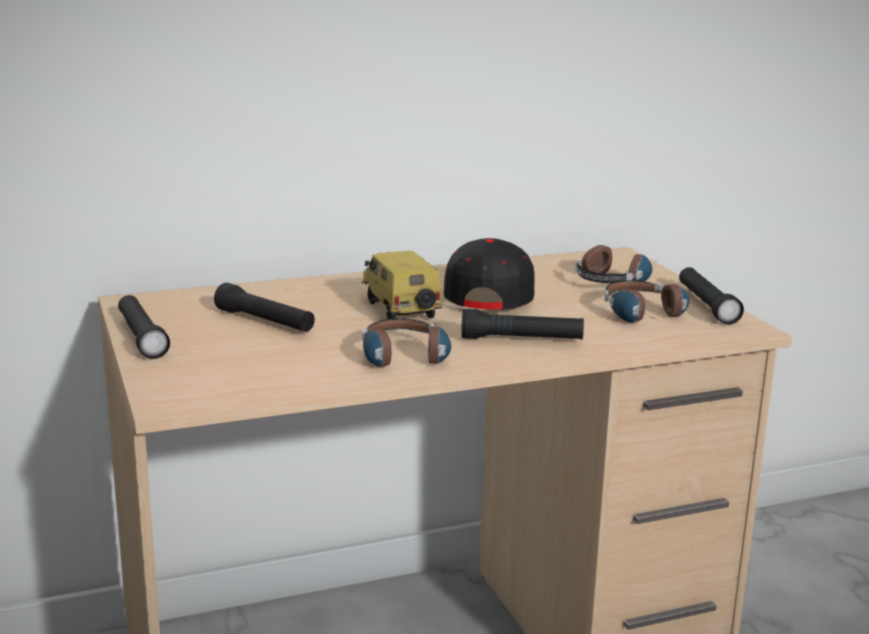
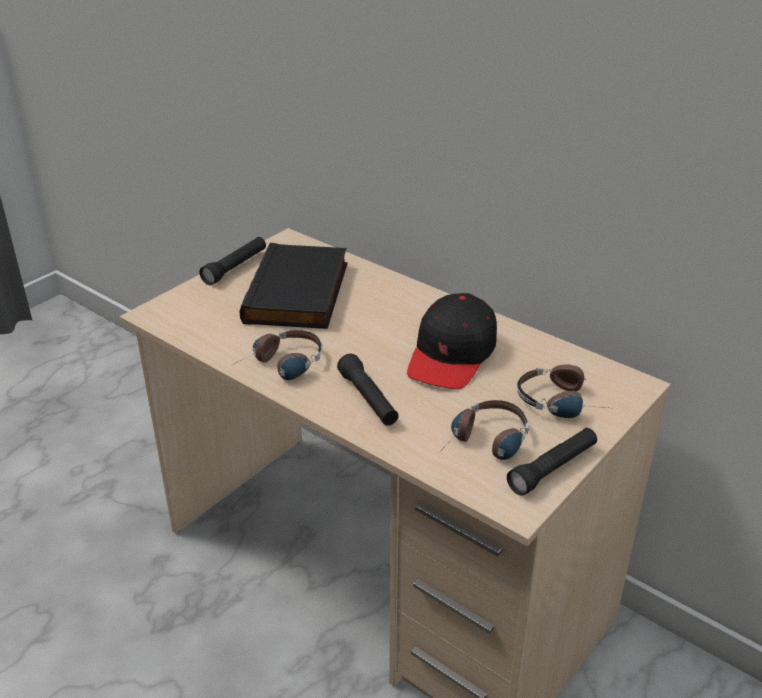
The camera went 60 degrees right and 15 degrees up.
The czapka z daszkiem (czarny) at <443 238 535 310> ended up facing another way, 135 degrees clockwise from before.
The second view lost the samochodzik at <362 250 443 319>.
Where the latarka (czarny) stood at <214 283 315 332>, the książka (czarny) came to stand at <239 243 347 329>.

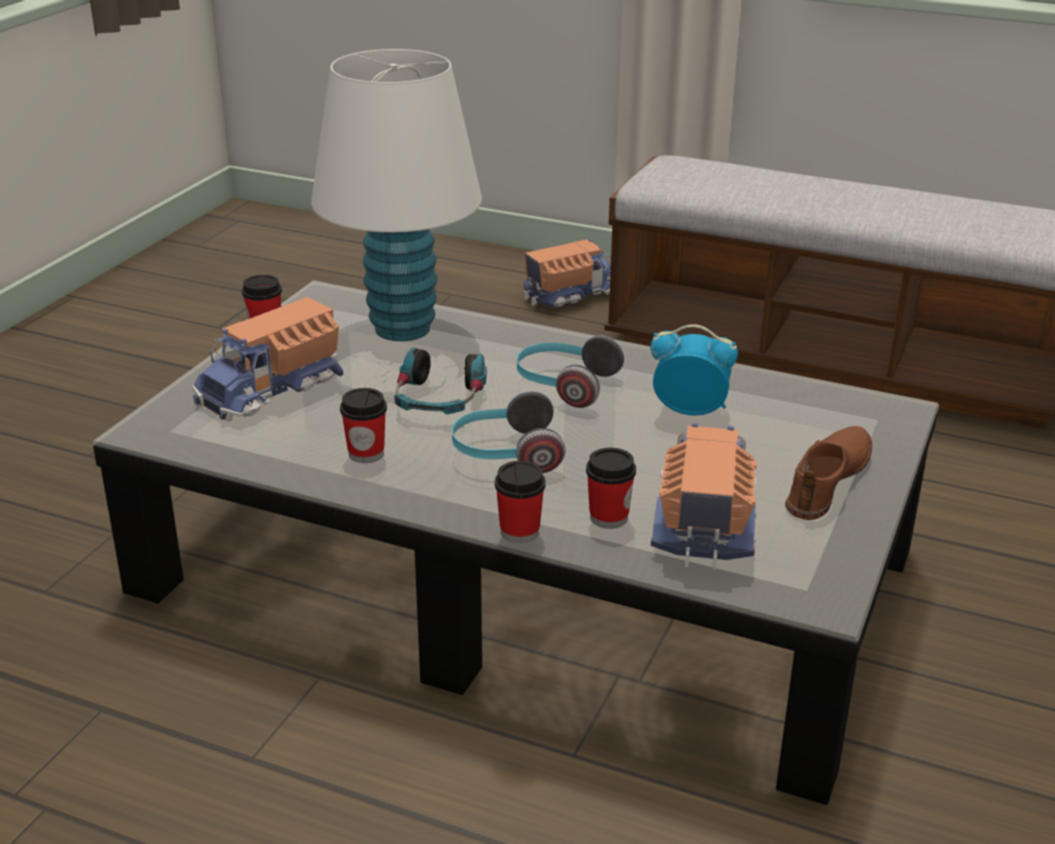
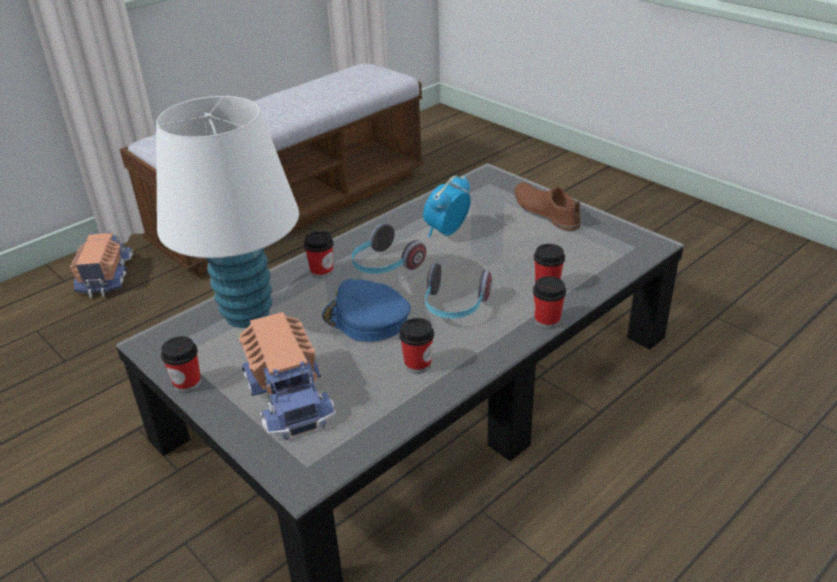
The camera went 65 degrees left and 5 degrees up.
Where the słuchawki stood at <394 348 487 414>, the czapka z daszkiem (niebieski) came to stand at <322 279 411 342>.
The second view lost the ciężarówka zabawkowa at <651 423 757 570>.
The second view gained the filiżanka at <304 231 334 279>.

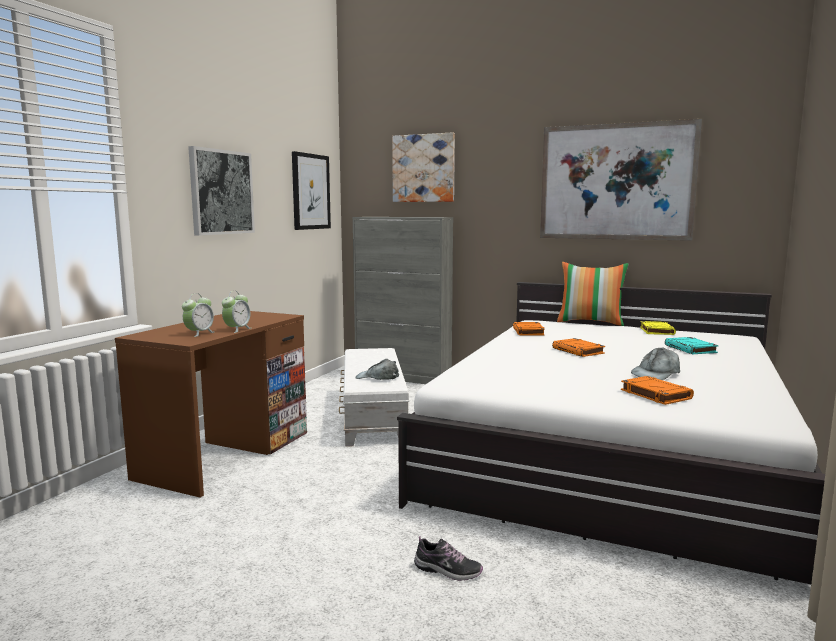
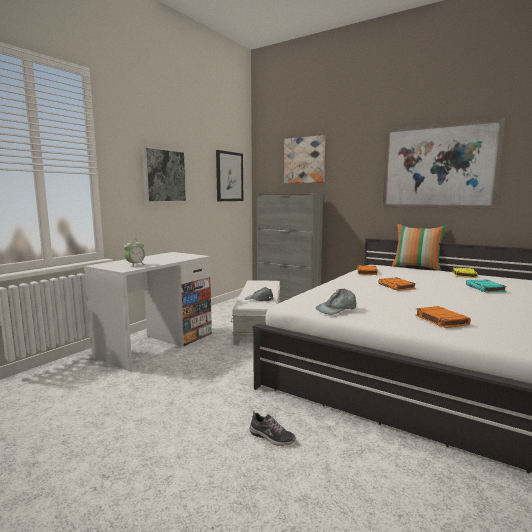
The camera went 10 degrees right and 0 degrees up.
The second view lost the budzik at <222 291 251 333>.
What was the biurko (brązowy) at <115 311 307 497> turned into the biurko (biały) at <84 252 212 371>.
The czapka z daszkiem (szary) ended up elsewhere, having gone from <631 348 680 380> to <316 289 356 315>.

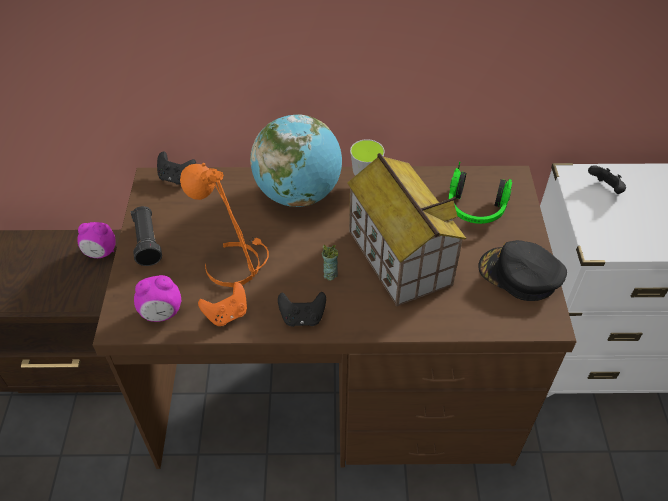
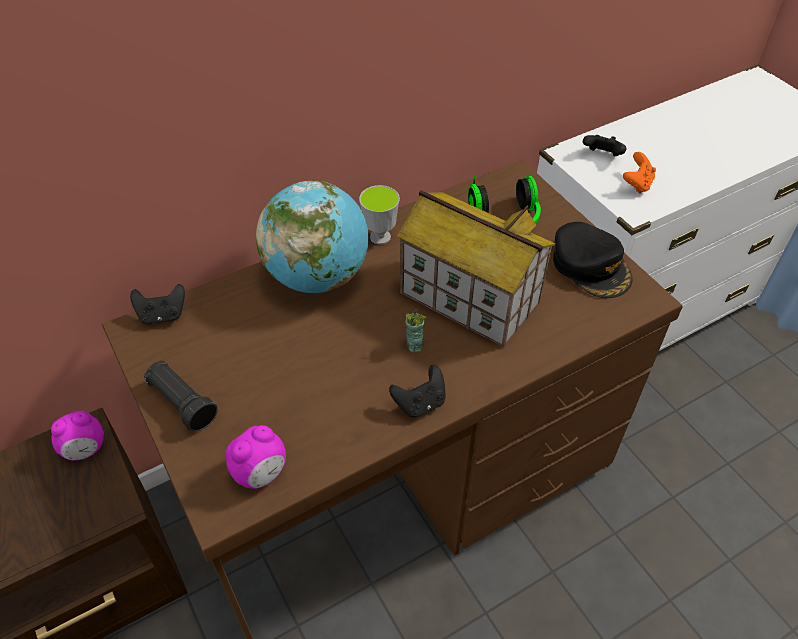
The camera went 30 degrees left and 0 degrees up.
The second view lost the lampa stołowa (pomarańczowy) at <180 163 269 287>.
The czapka z daszkiem (czarny) at <478 240 567 301> ended up facing another way, 120 degrees counterclockwise from before.
The pad do gier (pomarańczowy) ended up elsewhere, having gone from <198 282 247 326> to <623 152 656 194>.

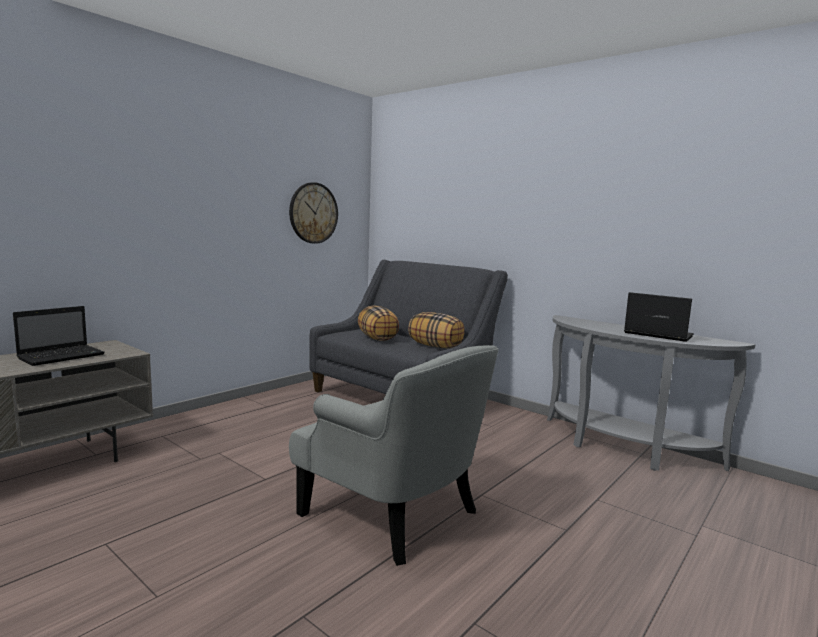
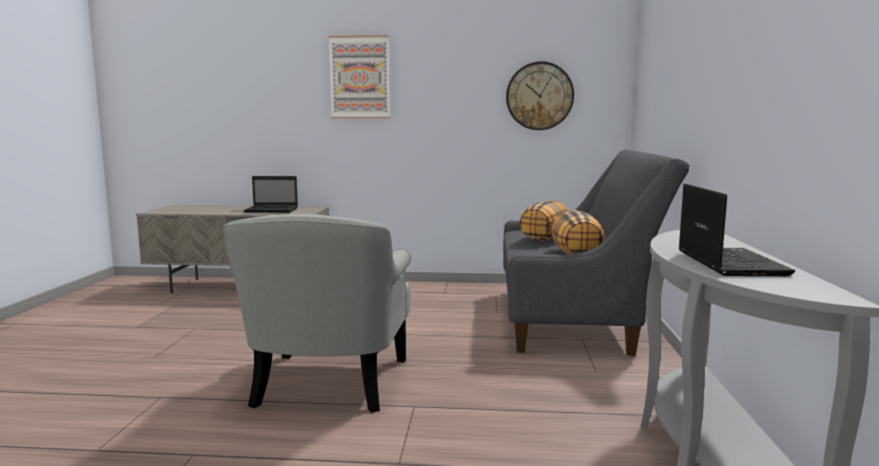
The camera went 55 degrees right and 0 degrees up.
The second view gained the obraz at <329 35 390 119>.

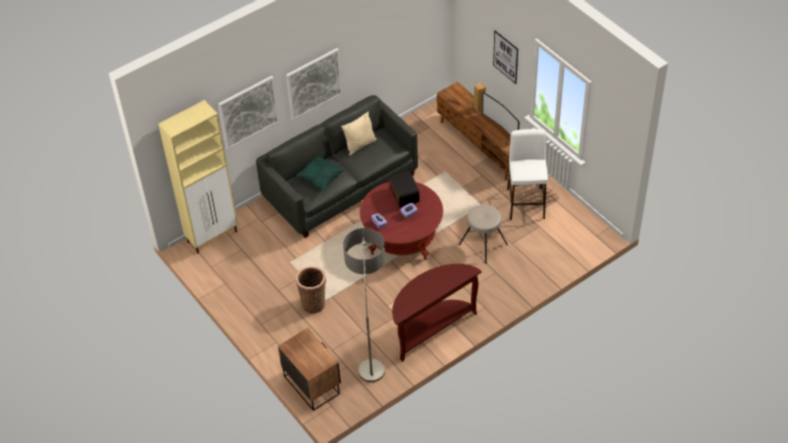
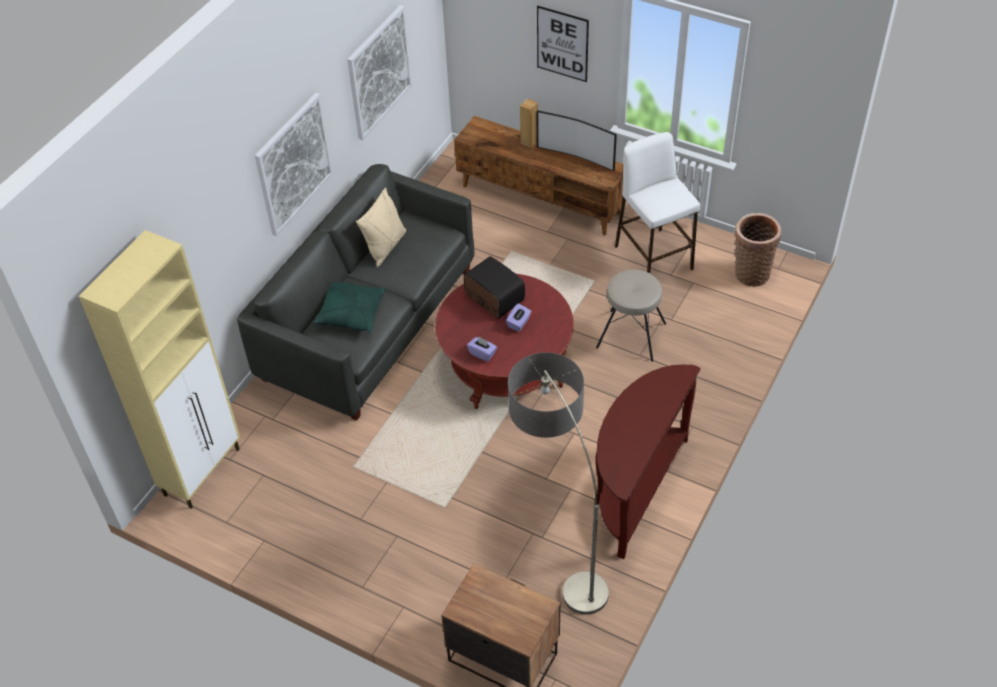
The camera went 25 degrees left and 0 degrees up.
The obraz ended up elsewhere, having gone from <218 76 280 150> to <347 5 412 140>.
The koszyk ended up elsewhere, having gone from <296 266 326 314> to <735 213 781 287>.

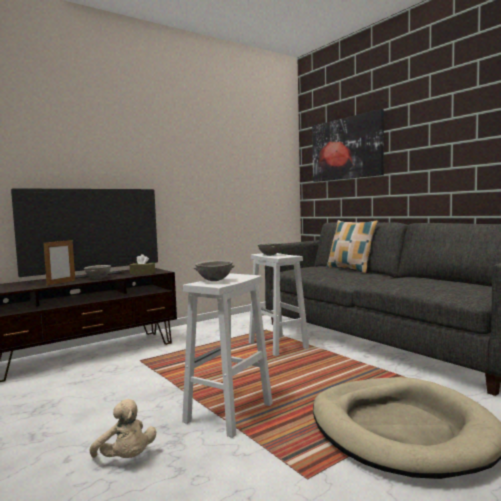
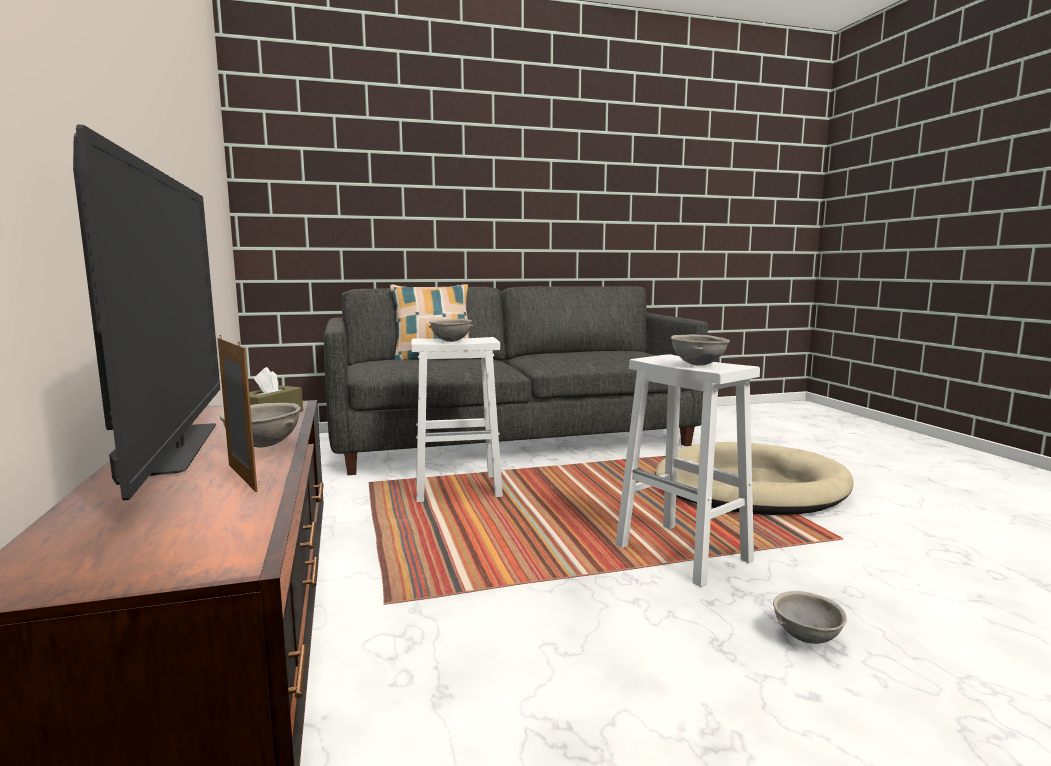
The camera went 70 degrees left and 5 degrees up.
The second view lost the obraz at <312 109 384 182>.
Where the pluszak (beżowy) stood at <90 399 156 458>, the miska (szary) came to stand at <773 591 847 644>.

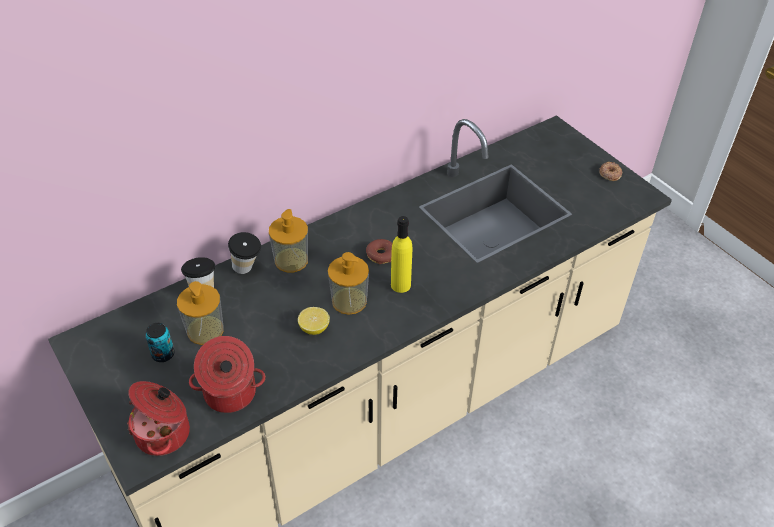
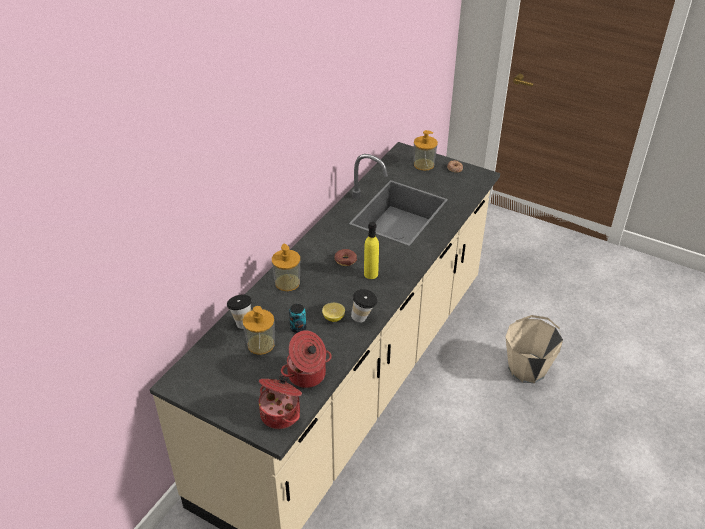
The camera went 25 degrees left and 5 degrees down.
The filiżanka ended up elsewhere, having gone from <228 232 261 274> to <351 289 377 323>.
The dozownik mydła ended up elsewhere, having gone from <328 252 369 315> to <414 130 438 171>.
The puszka ended up elsewhere, having gone from <145 323 175 362> to <289 304 306 333>.
The second view gained the wiadro (beżowy) at <505 315 563 383>.

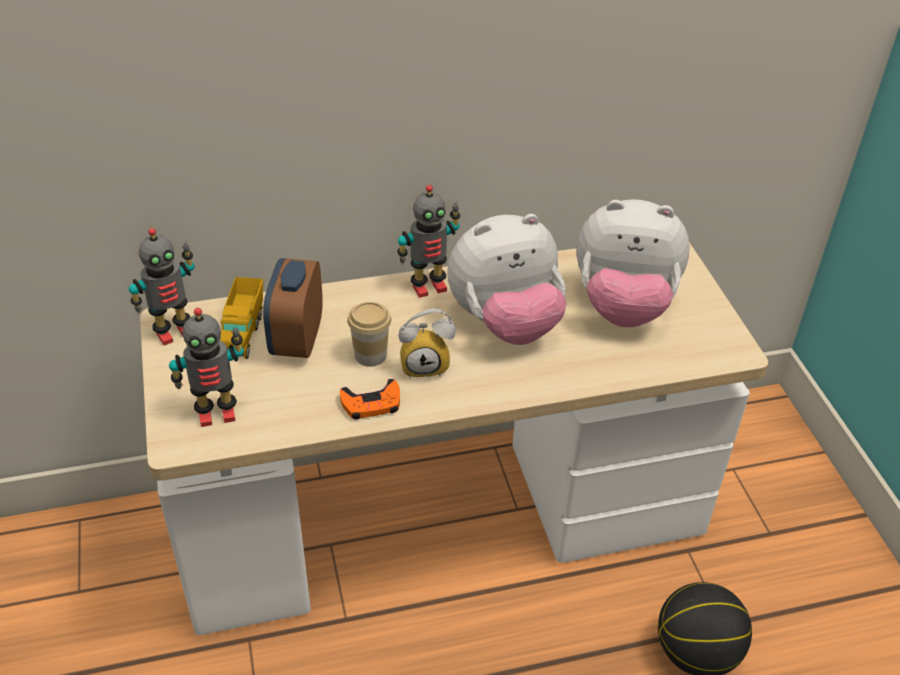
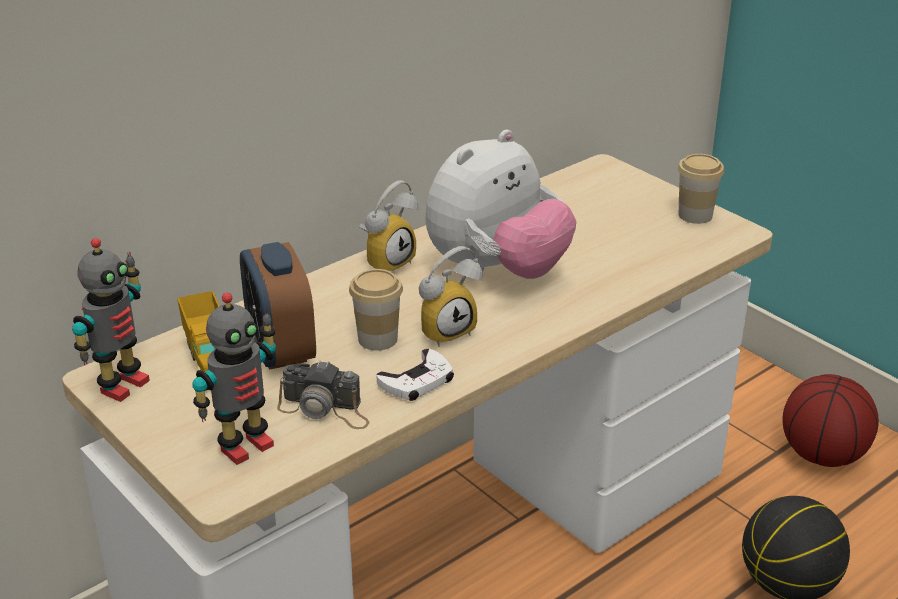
The camera went 25 degrees left and 10 degrees down.
Where the robot zabawkowy stood at <397 185 460 298>, the budzik came to stand at <359 180 419 271>.
The second view lost the pluszak at <577 199 690 327>.
What was the pad do gier (pomarańczowy) at <340 379 400 420> turned into the pad do gier (biały) at <376 349 454 401>.
The second view gained the filiżanka at <678 154 724 224>.
The second view gained the aparat fotograficzny at <277 360 369 429>.
The second view gained the piłka do koszykówki at <783 374 879 467>.

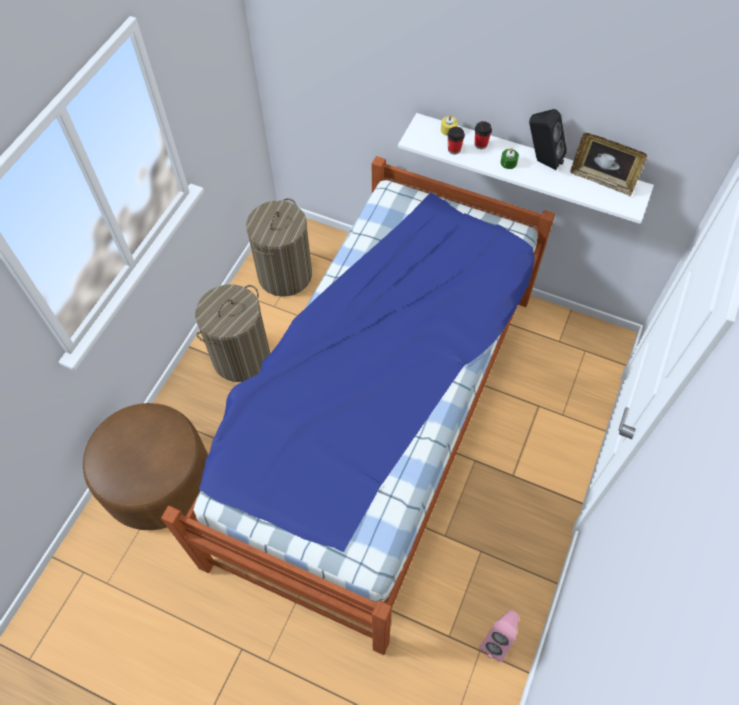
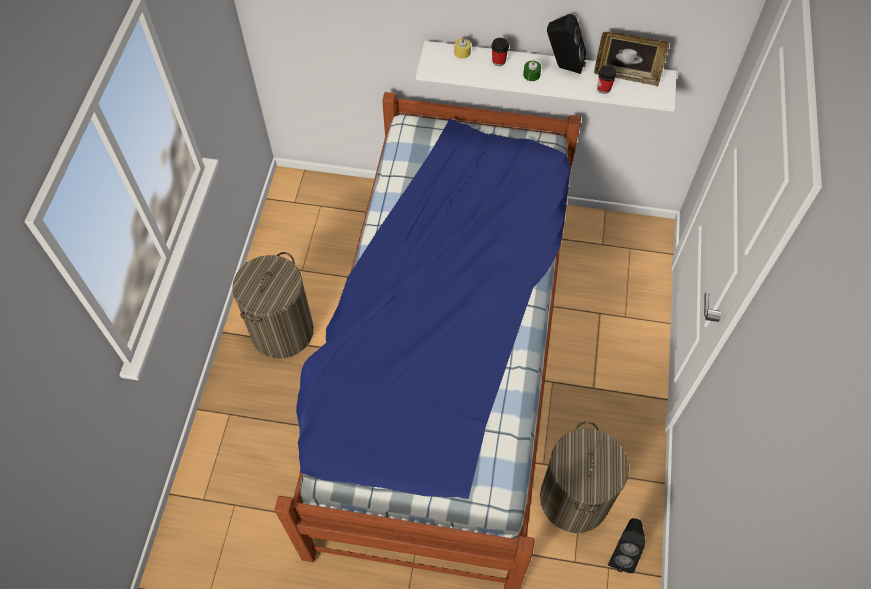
The camera went 15 degrees left and 0 degrees up.
The filiżanka ended up elsewhere, having gone from <447 127 465 155> to <597 65 617 94>.
The kosz na pranie ended up elsewhere, having gone from <246 198 312 297> to <540 421 629 533>.
The second view lost the pufa (brązowy) at <83 403 208 530>.
What was the głośnik (różowy) at <479 610 519 662> turned into the głośnik (czarny) at <608 518 646 573>.

